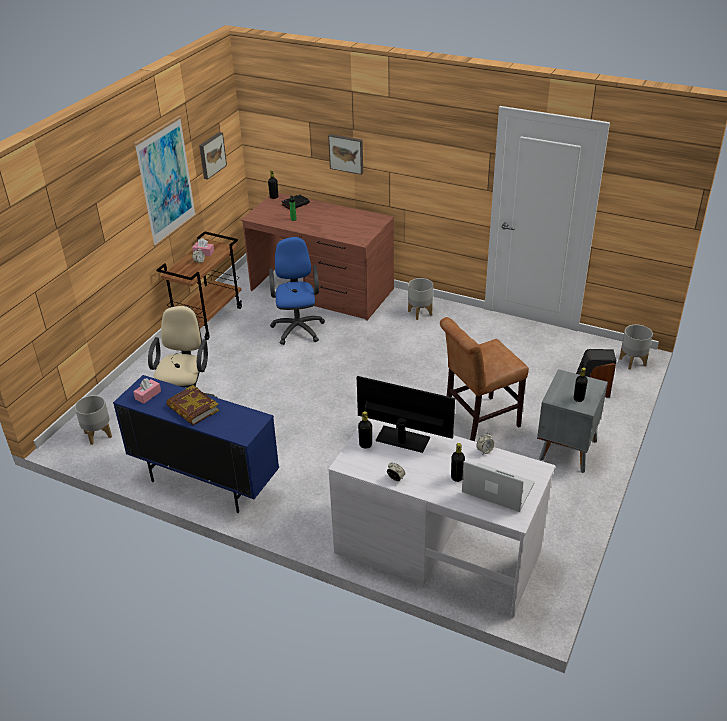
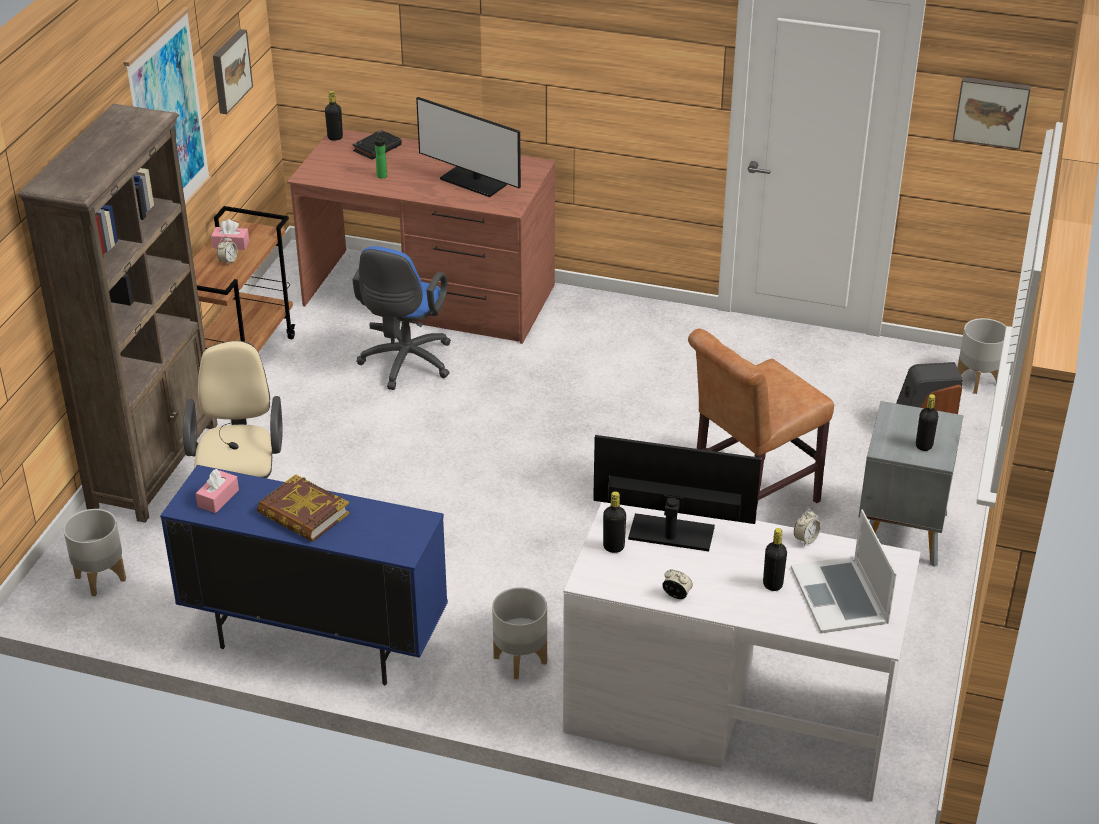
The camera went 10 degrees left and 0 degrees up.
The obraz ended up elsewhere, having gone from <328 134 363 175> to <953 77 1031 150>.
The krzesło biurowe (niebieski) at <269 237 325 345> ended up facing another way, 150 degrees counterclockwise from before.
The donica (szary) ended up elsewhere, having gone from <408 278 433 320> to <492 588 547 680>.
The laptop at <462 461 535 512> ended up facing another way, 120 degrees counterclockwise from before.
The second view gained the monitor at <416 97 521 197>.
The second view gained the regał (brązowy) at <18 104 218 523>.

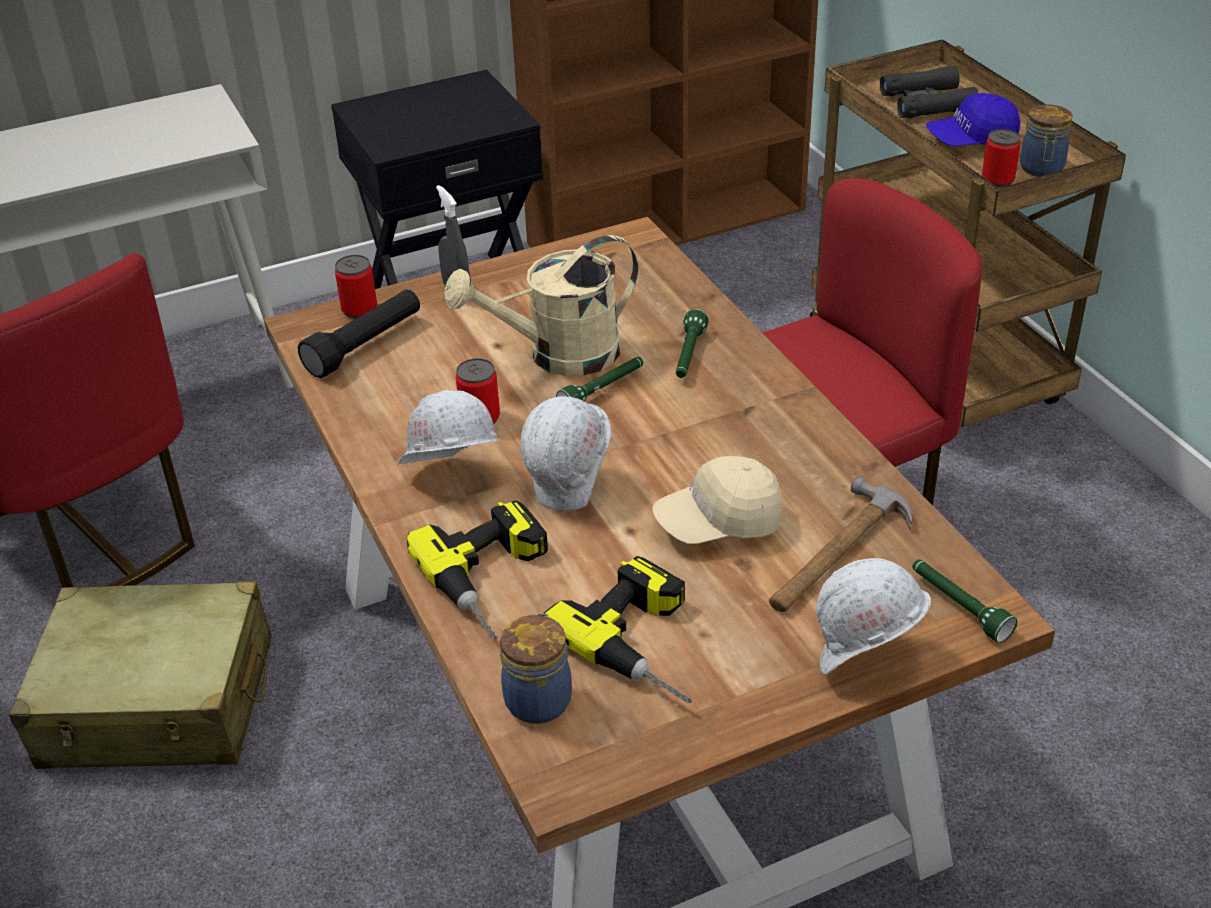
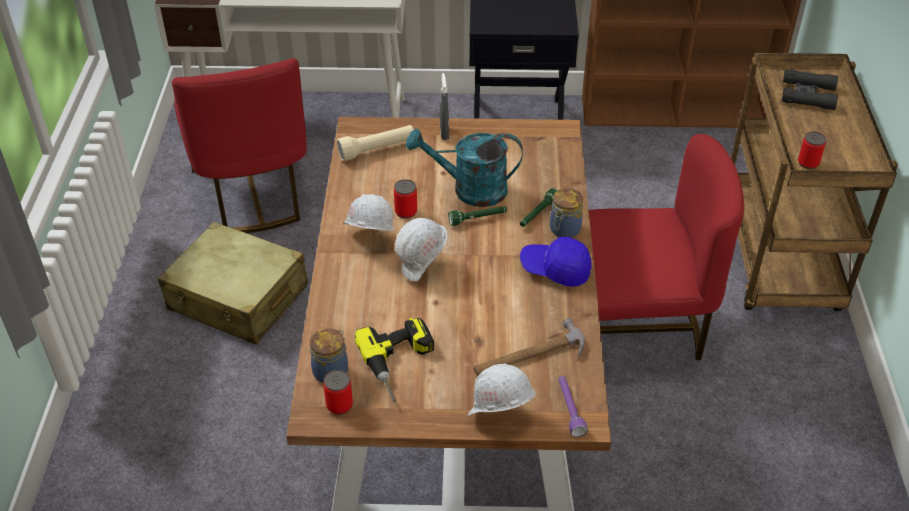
The camera went 25 degrees right and 5 degrees up.
The czapka z daszkiem (niebieski) ended up elsewhere, having gone from <926 93 1020 146> to <520 237 592 287>.
The słoik ended up elsewhere, having gone from <1020 104 1072 177> to <550 188 583 238>.
What was the konewka (beżowy) at <444 235 638 376> turned into the konewka (turkusowy) at <406 128 523 207>.
The puszka ended up elsewhere, having gone from <335 255 377 319> to <323 370 353 415>.
What was the latarka (czarny) at <298 289 420 378> turned into the latarka (beżowy) at <337 125 414 161>.
The second view lost the czapka z daszkiem (beżowy) at <652 456 782 544>.
The second view lost the wiertarka at <407 500 548 640>.
What was the latarka (zielony) at <912 560 1017 643> turned into the latarka (fioletowy) at <558 376 588 437>.

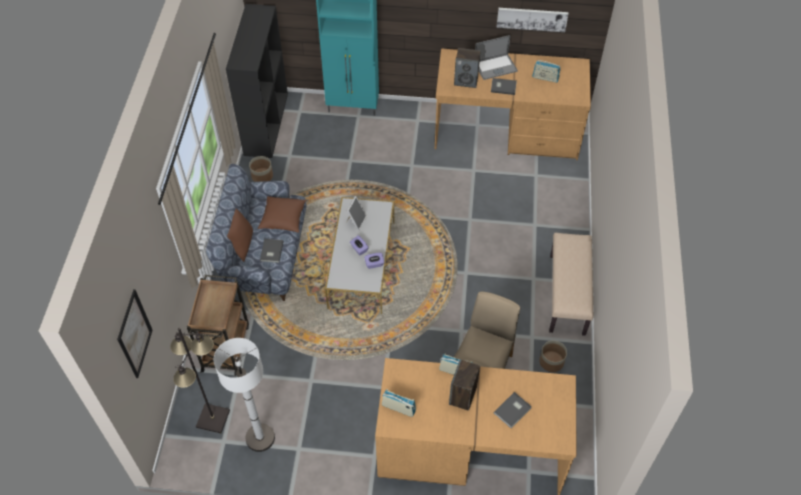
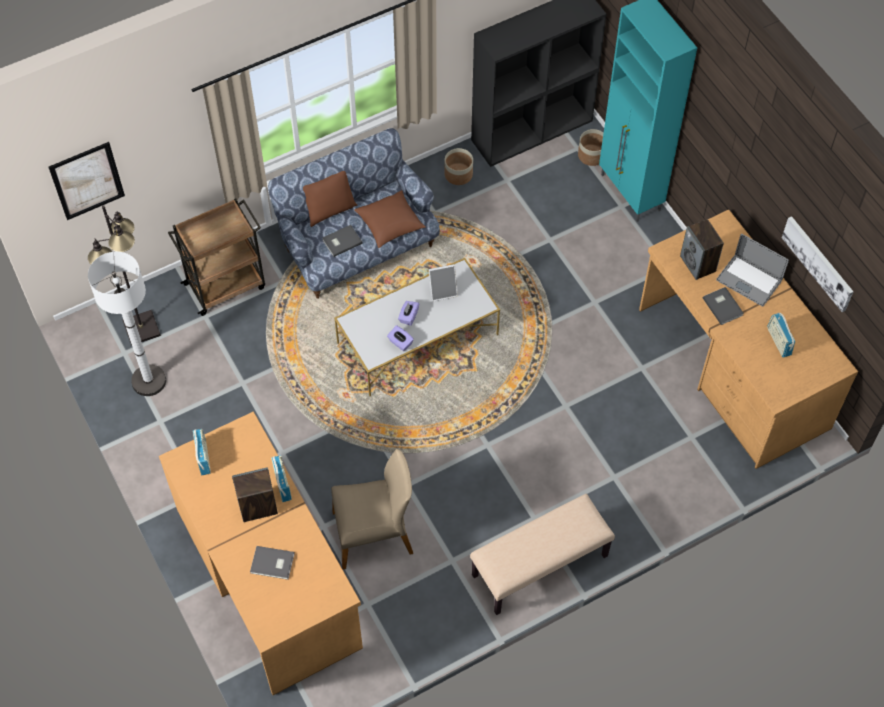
The camera went 55 degrees right and 5 degrees up.
The donica ended up elsewhere, having gone from <539 341 567 372> to <578 129 603 166>.

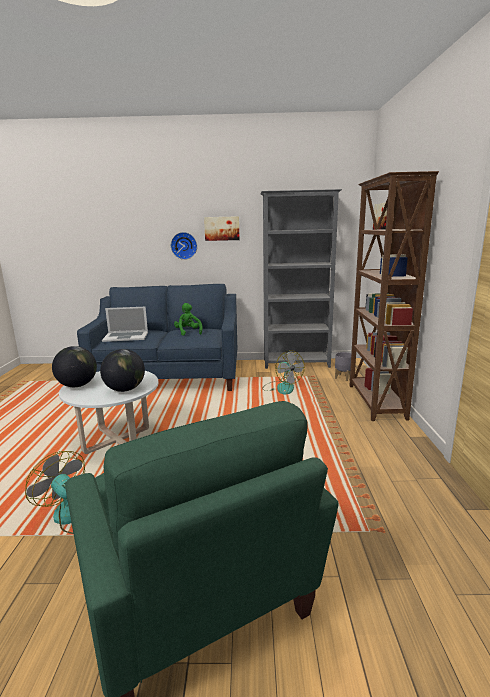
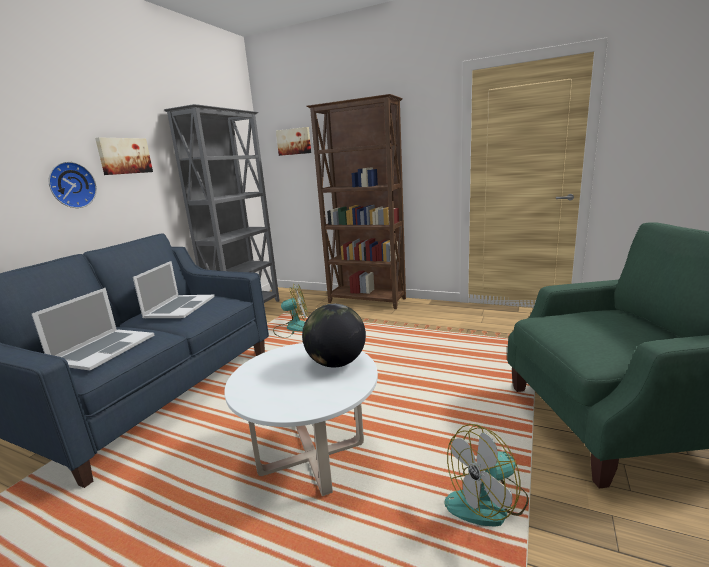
The camera went 65 degrees left and 0 degrees up.
Where the pluszak (zielony) stood at <174 303 202 336>, the laptop came to stand at <133 261 215 318>.
The second view lost the globus at <52 346 97 387>.
The second view lost the donica (szary) at <335 352 351 381>.

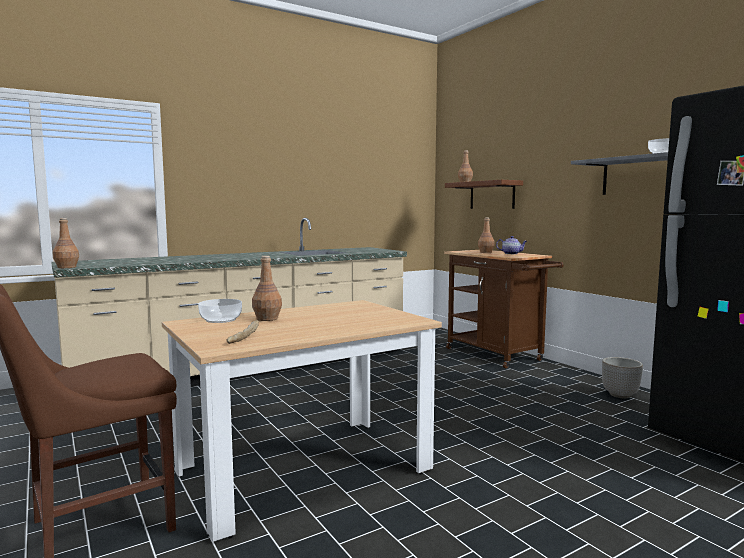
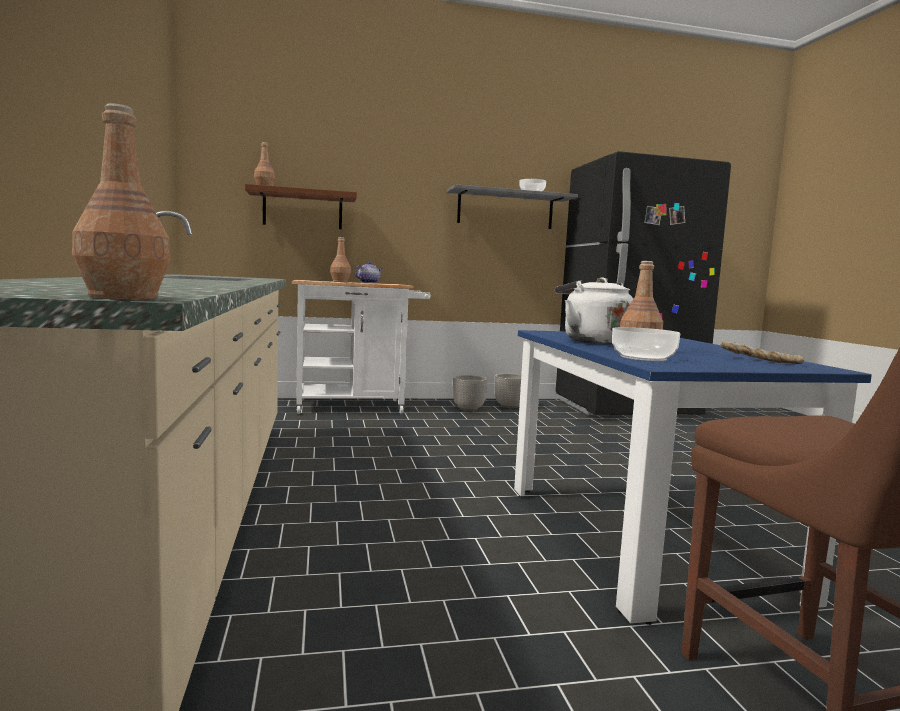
The camera went 70 degrees left and 0 degrees up.
What was the wózek (brązowy) at <444 250 564 368> turned into the wózek (biały) at <292 280 431 414>.
What was the stół jadalny (beżowy) at <162 300 442 542> turned into the stół jadalny (niebieski) at <514 330 872 625>.
The second view gained the czajnik (biały) at <555 277 633 344>.
The second view gained the donica at <453 375 487 411>.

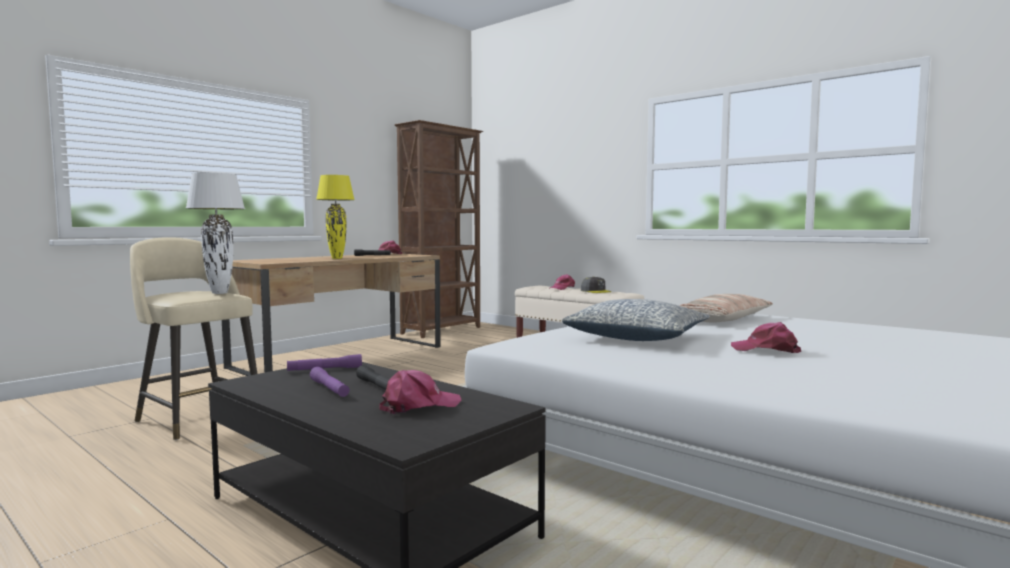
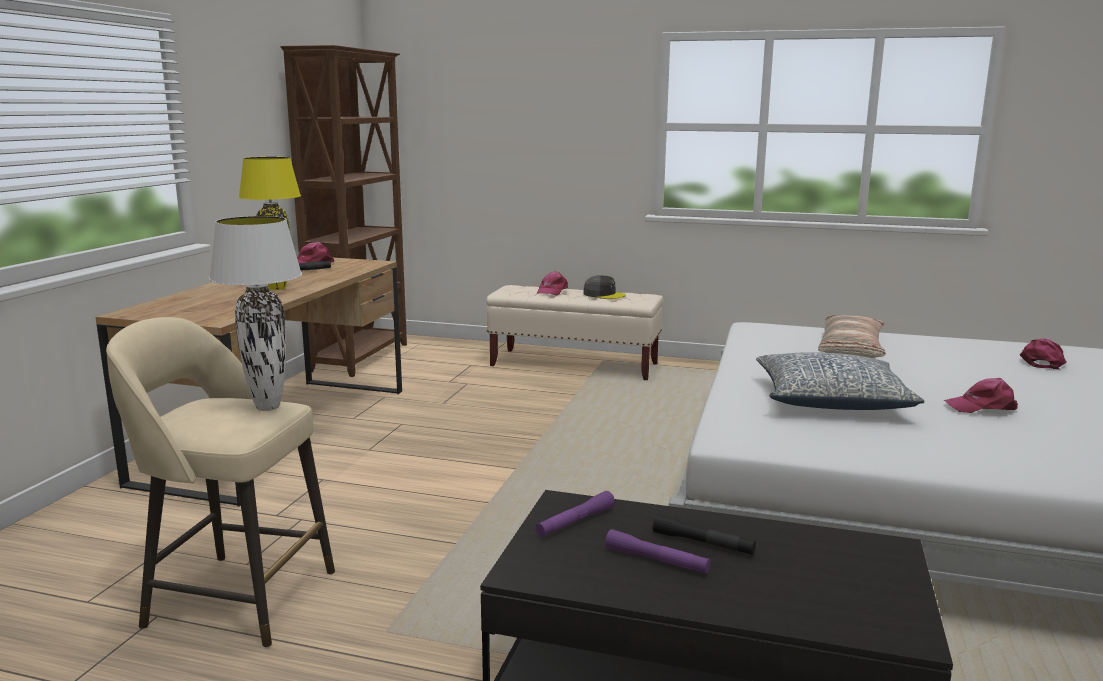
The camera went 25 degrees left and 10 degrees up.
The czapka z daszkiem (różowy) ended up elsewhere, having gone from <380 370 462 414> to <1020 338 1066 369>.

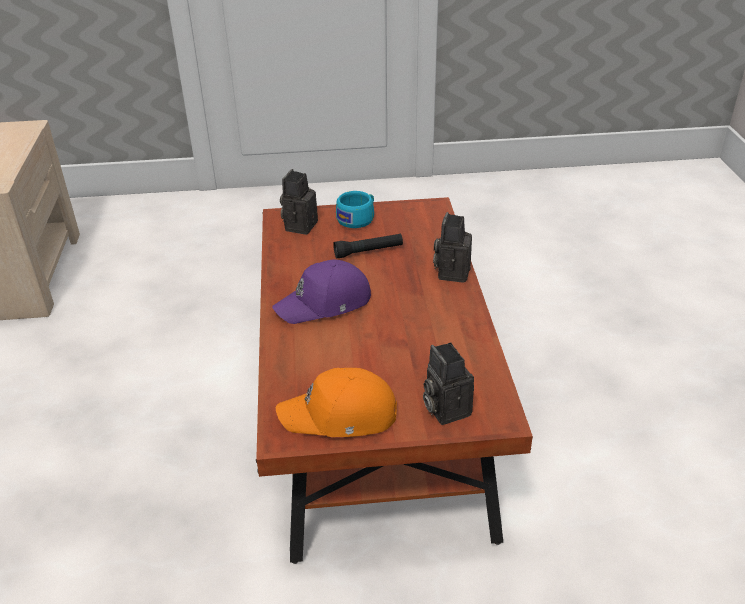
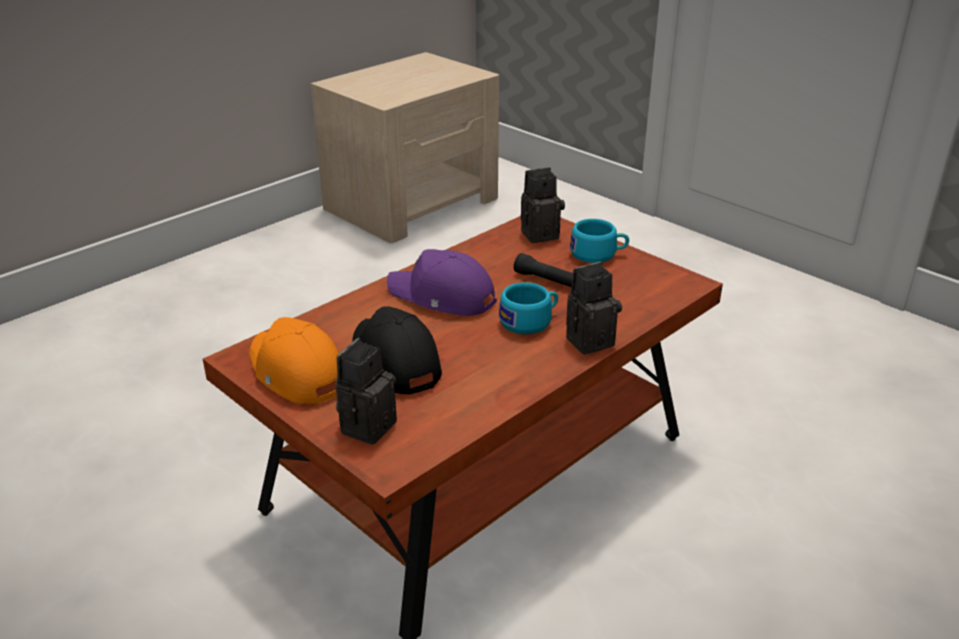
The camera went 50 degrees right and 5 degrees down.
The second view gained the filiżanka (turkusowy) at <499 282 558 334>.
The second view gained the czapka z daszkiem (czarny) at <352 307 442 394>.

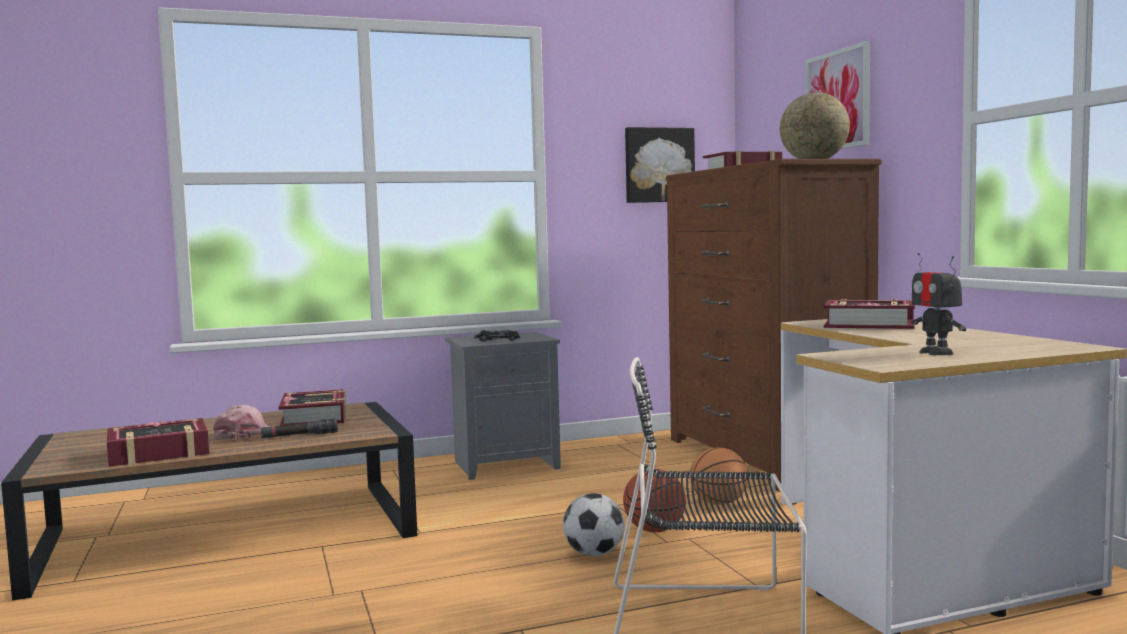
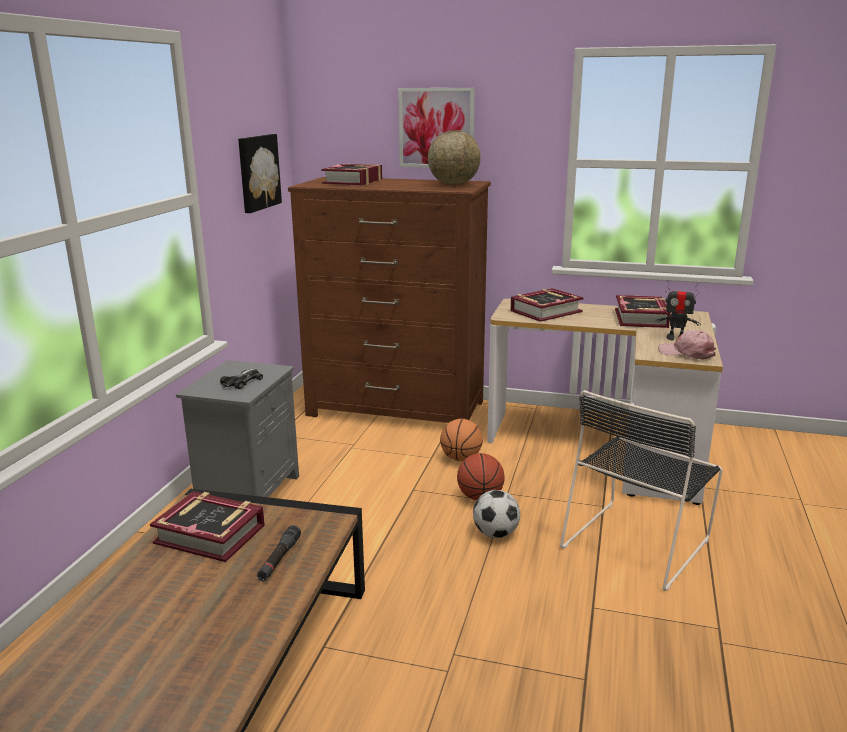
The camera went 55 degrees left and 15 degrees up.
The czapka z daszkiem (różowy) ended up elsewhere, having gone from <213 405 270 439> to <658 330 716 360>.
The książka ended up elsewhere, having gone from <107 418 210 467> to <615 295 671 328>.

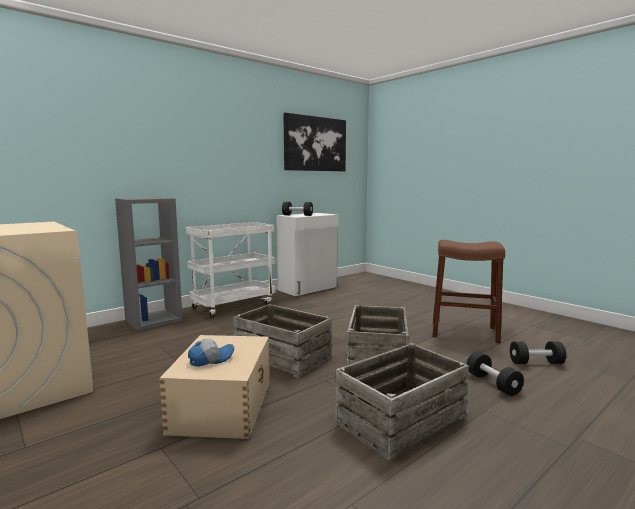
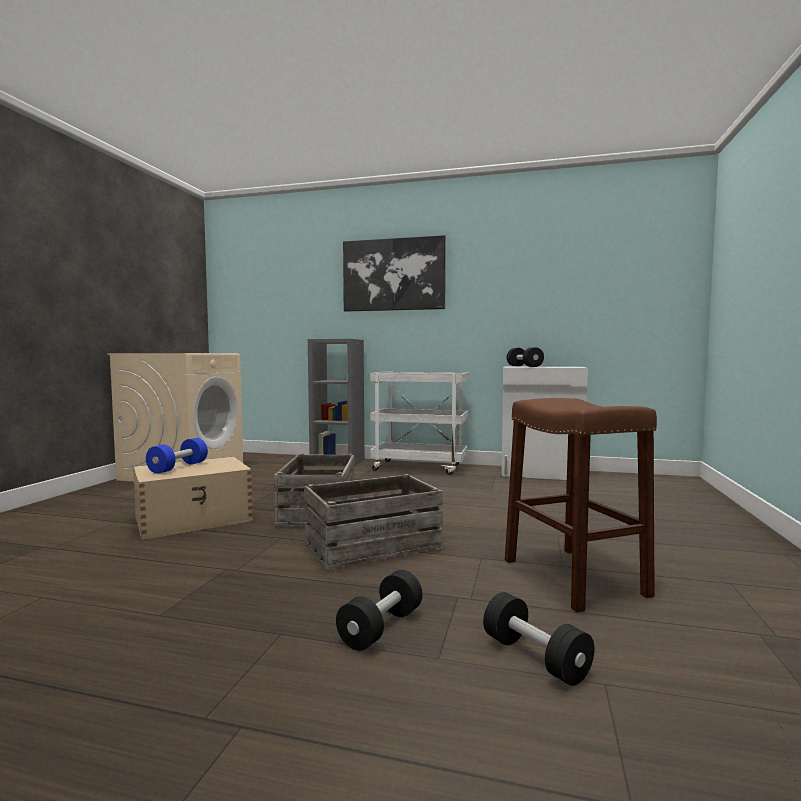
The camera went 55 degrees right and 5 degrees down.
The obraz ended up elsewhere, having gone from <283 113 346 171> to <343 235 446 312>.
Where the czapka z daszkiem stood at <188 338 234 366>, the hantel (niebieski) came to stand at <146 438 208 474>.
The second view lost the skrzynka at <334 343 469 461>.

